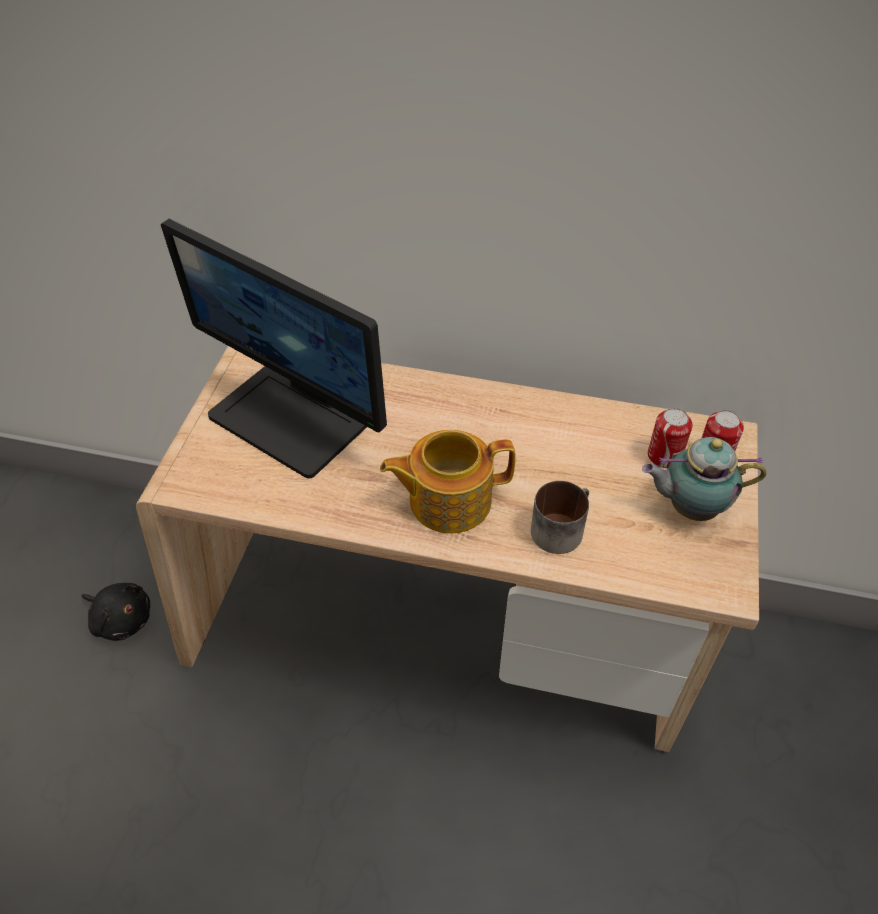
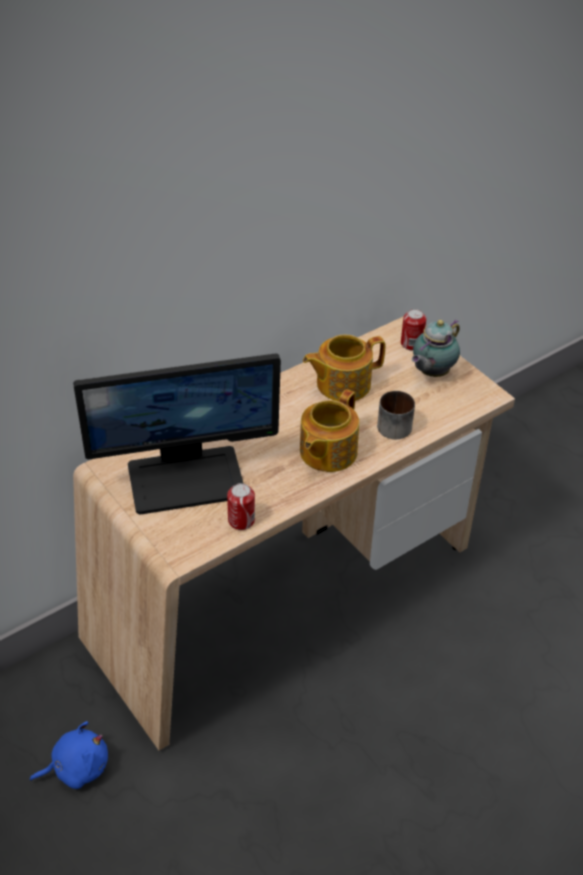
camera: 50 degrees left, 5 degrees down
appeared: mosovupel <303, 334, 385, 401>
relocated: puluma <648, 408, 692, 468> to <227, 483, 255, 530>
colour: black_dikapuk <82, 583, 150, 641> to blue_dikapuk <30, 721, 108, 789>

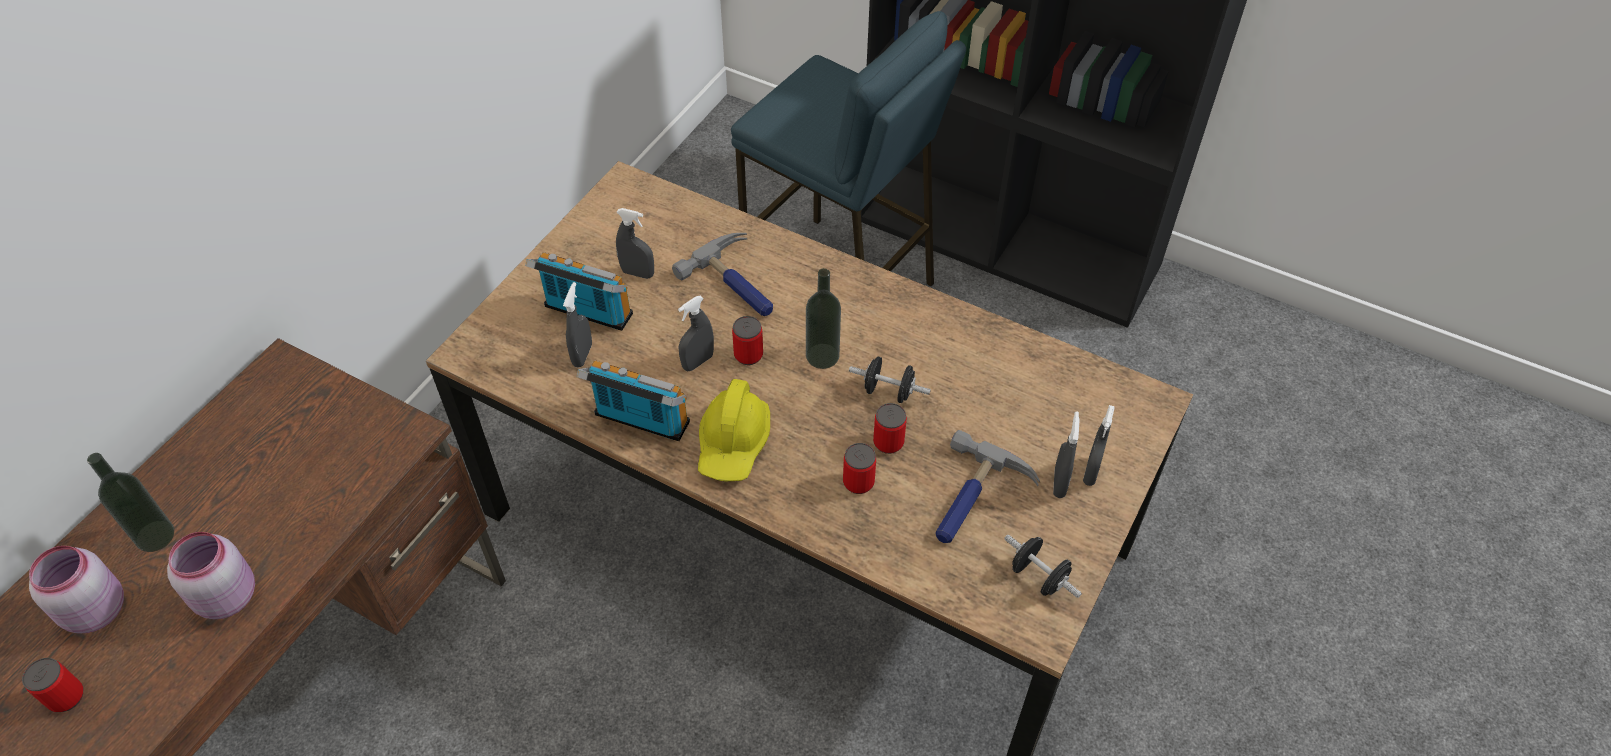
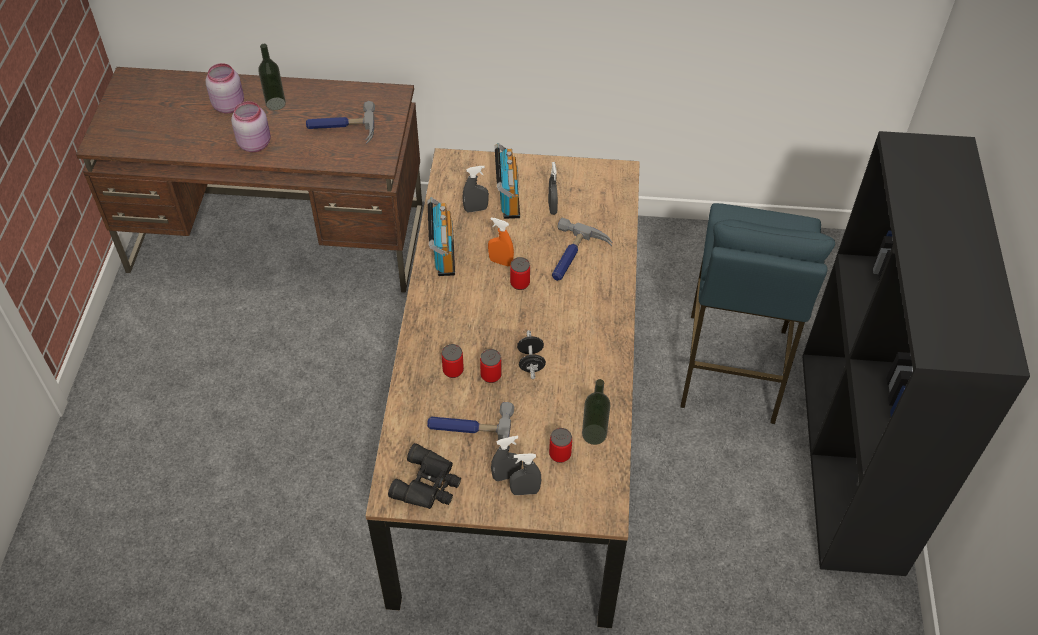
camera: 65 degrees right, 0 degrees up
missing: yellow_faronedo <698, 379, 770, 481>
appeared: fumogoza <306, 101, 375, 144>
relocated: puluma <22, 658, 83, 712> to <549, 428, 572, 463>; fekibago <806, 268, 841, 369> to <582, 379, 611, 445>
exchanged: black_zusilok <1004, 534, 1082, 598> to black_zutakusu <388, 443, 461, 509>
colour: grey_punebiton <678, 296, 714, 371> to orange_punebiton <488, 217, 514, 266>

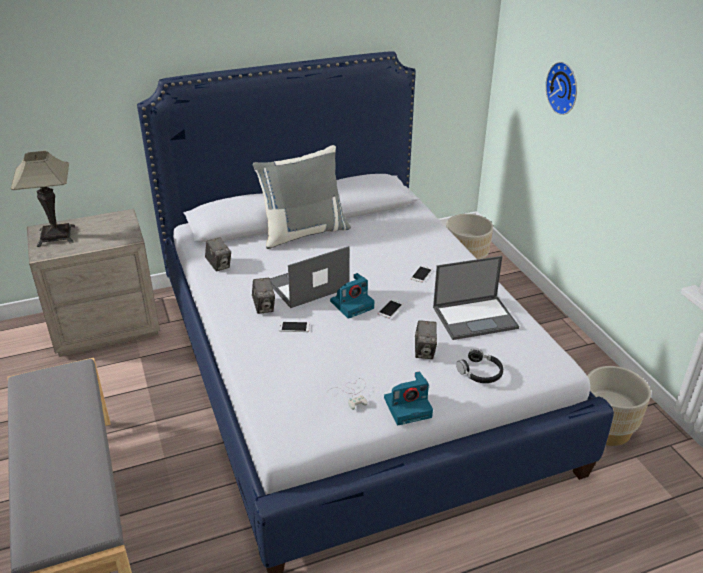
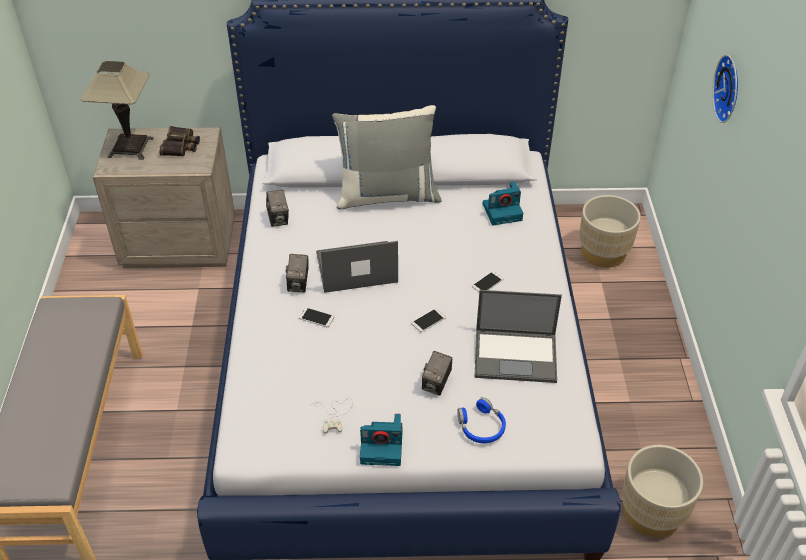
camera: 20 degrees right, 10 degrees up
appeared: zutakusu <159, 126, 200, 156>
relocated: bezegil <330, 273, 375, 319> to <483, 181, 523, 225>
colour: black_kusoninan <456, 348, 503, 383> to blue_kusoninan <457, 397, 506, 443>

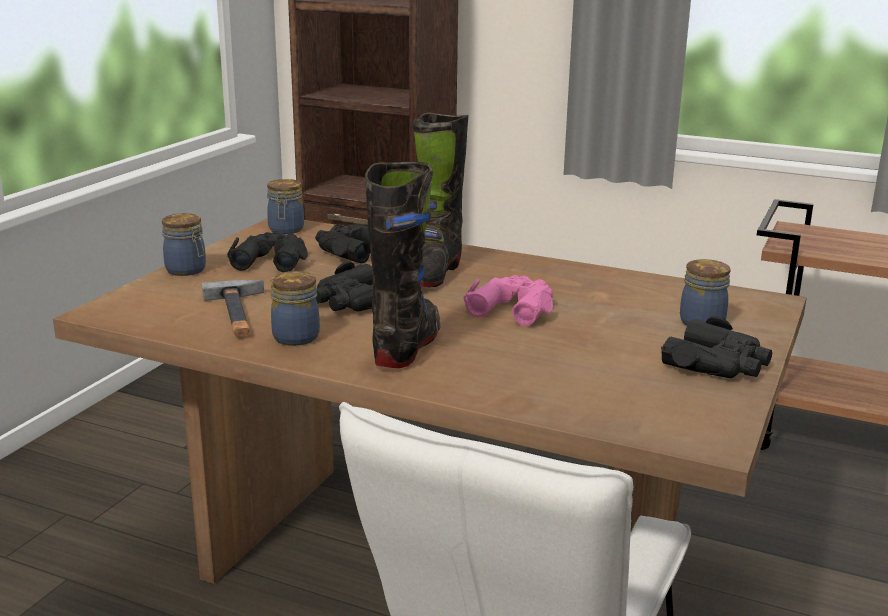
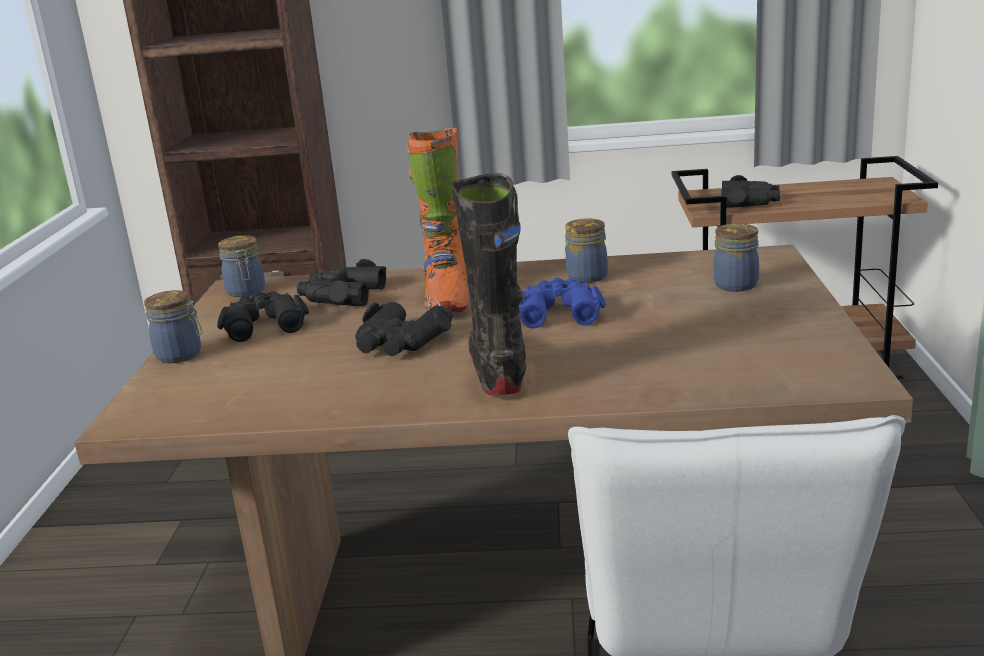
camera: 20 degrees left, 0 degrees up
missing: fumogoza <202, 280, 264, 337>
relocated: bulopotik <271, 271, 320, 346> to <565, 218, 608, 283>; black_zutakusu <661, 316, 773, 378> to <721, 175, 780, 207>
colour: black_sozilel <413, 113, 469, 287> to orange_sozilel <407, 127, 469, 313>; pink_zutakusu <463, 275, 553, 326> to blue_zutakusu <519, 278, 606, 329>

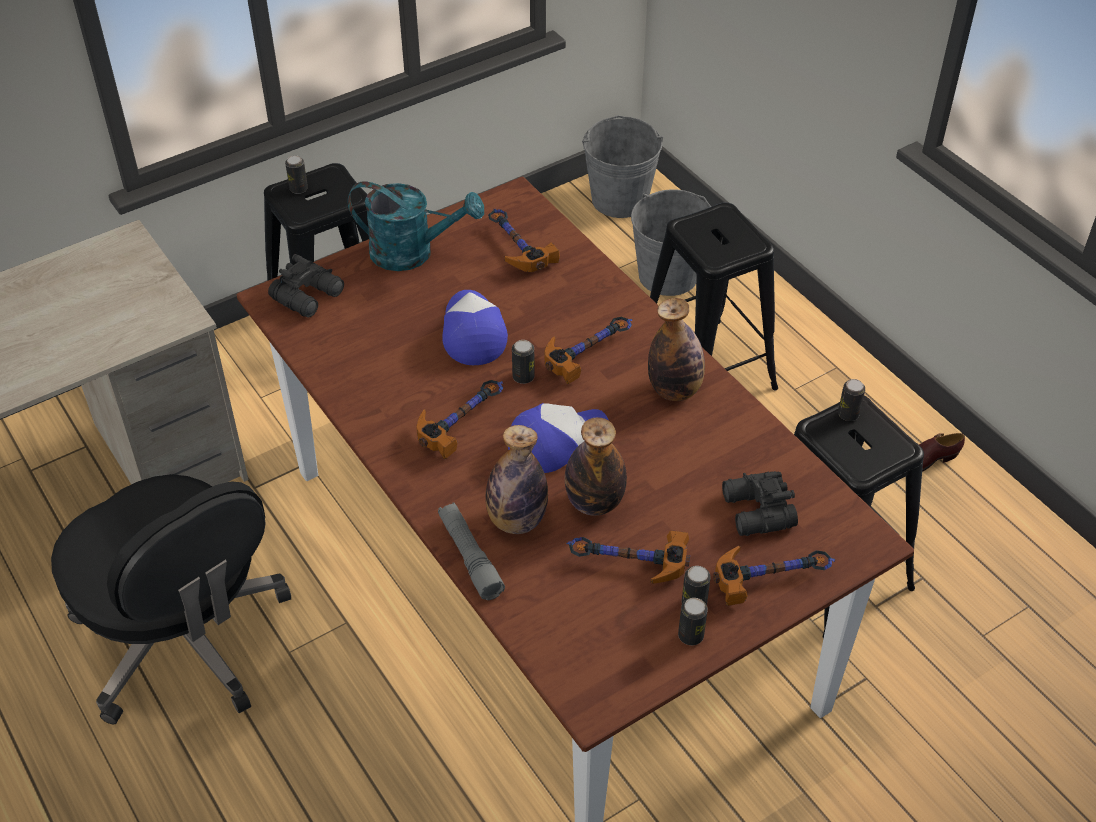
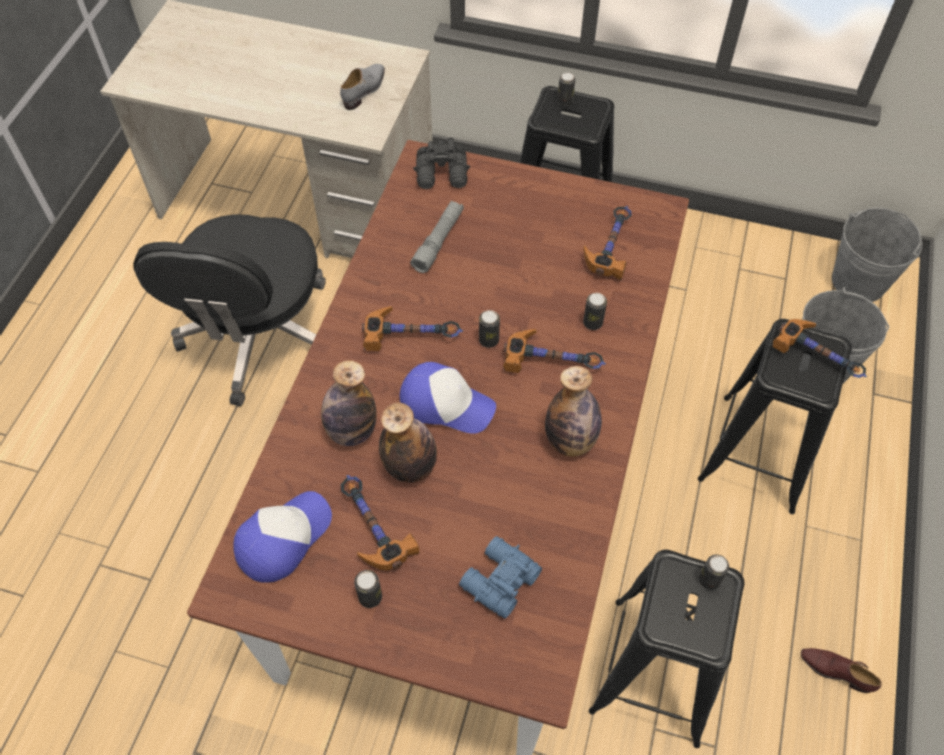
camera: 50 degrees right, 10 degrees up
missing: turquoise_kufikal <347, 181, 484, 271>
appeared: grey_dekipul <340, 64, 385, 110>
relocated: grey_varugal <438, 502, 505, 600> to <410, 201, 464, 273>; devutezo <442, 290, 508, 365> to <234, 491, 332, 583>; puluma <678, 598, 708, 645> to <583, 293, 607, 330>; fumogoza <713, 546, 835, 606> to <772, 319, 867, 378>
colour: black_zutakusu <722, 471, 798, 536> to blue_zutakusu <459, 536, 542, 619>

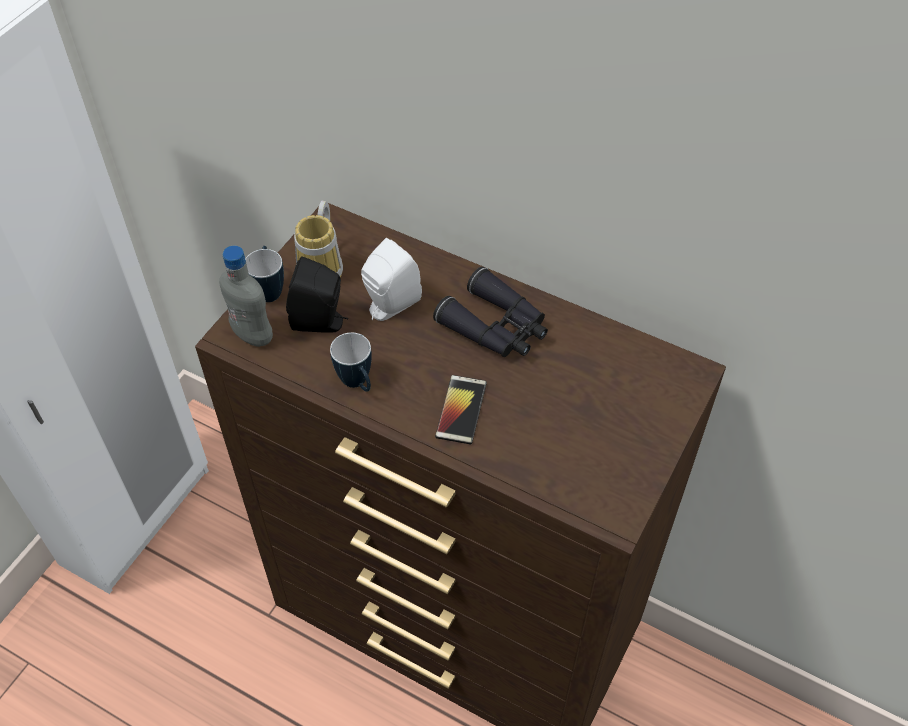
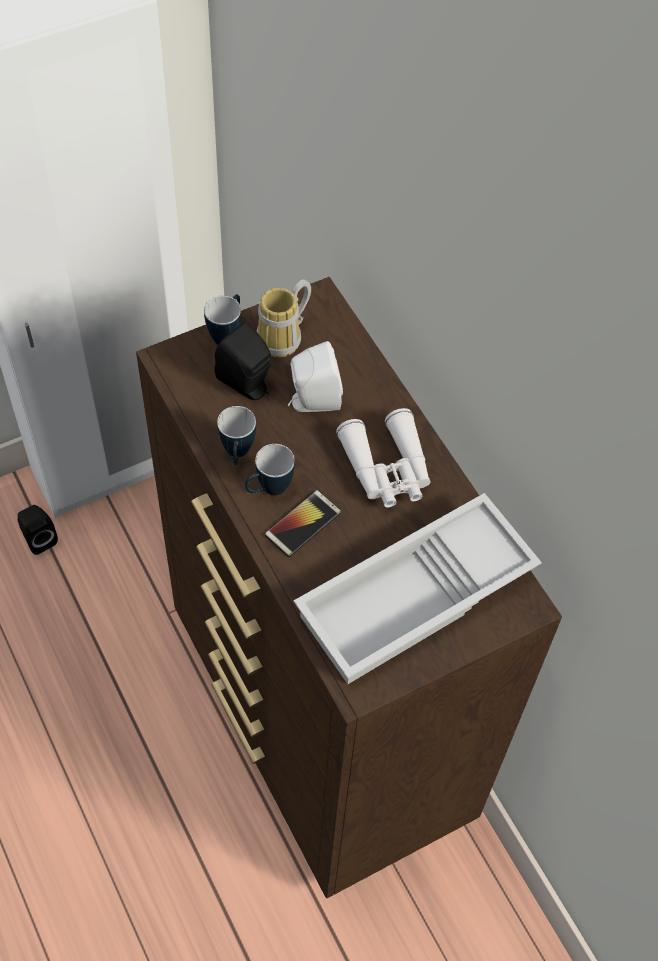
camera: 30 degrees right, 5 degrees up
missing: grey_fekibago <219, 246, 273, 347>
appeared: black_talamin <18, 505, 58, 555>; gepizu <245, 444, 295, 495>; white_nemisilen <294, 493, 542, 684>
colour: black_zutakusu <433, 267, 548, 357> to white_zutakusu <336, 408, 431, 507>

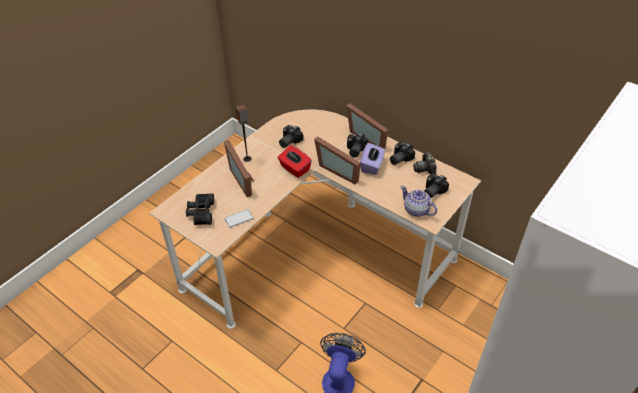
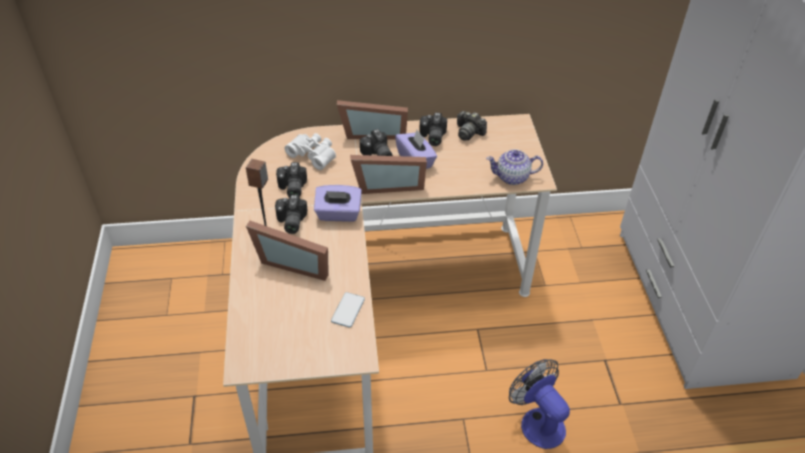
camera: 45 degrees left, 0 degrees up
missing: black_zutakusu <186, 193, 214, 225>
appeared: white_zutakusu <285, 133, 336, 170>
relocated: bezegil <424, 173, 449, 198> to <275, 195, 307, 234>
colour: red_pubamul <278, 145, 312, 178> to purple_pubamul <314, 185, 362, 222>

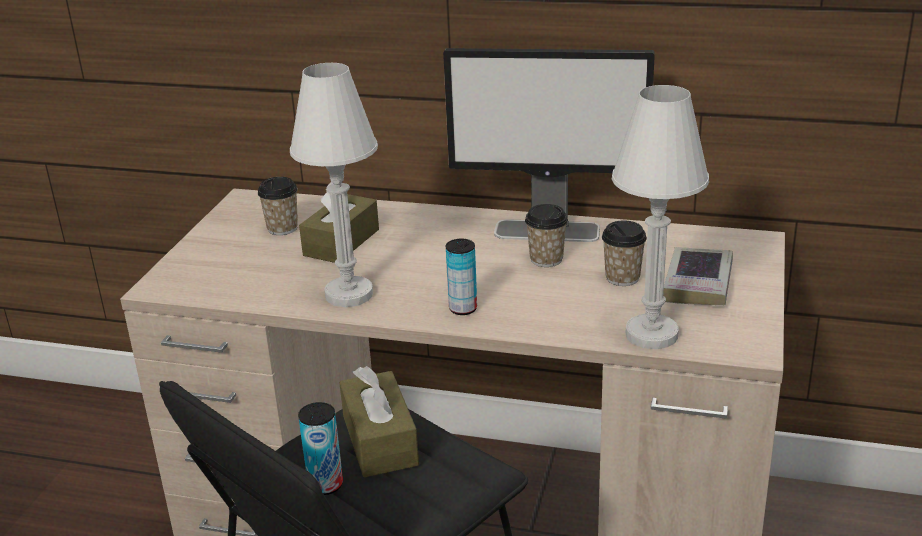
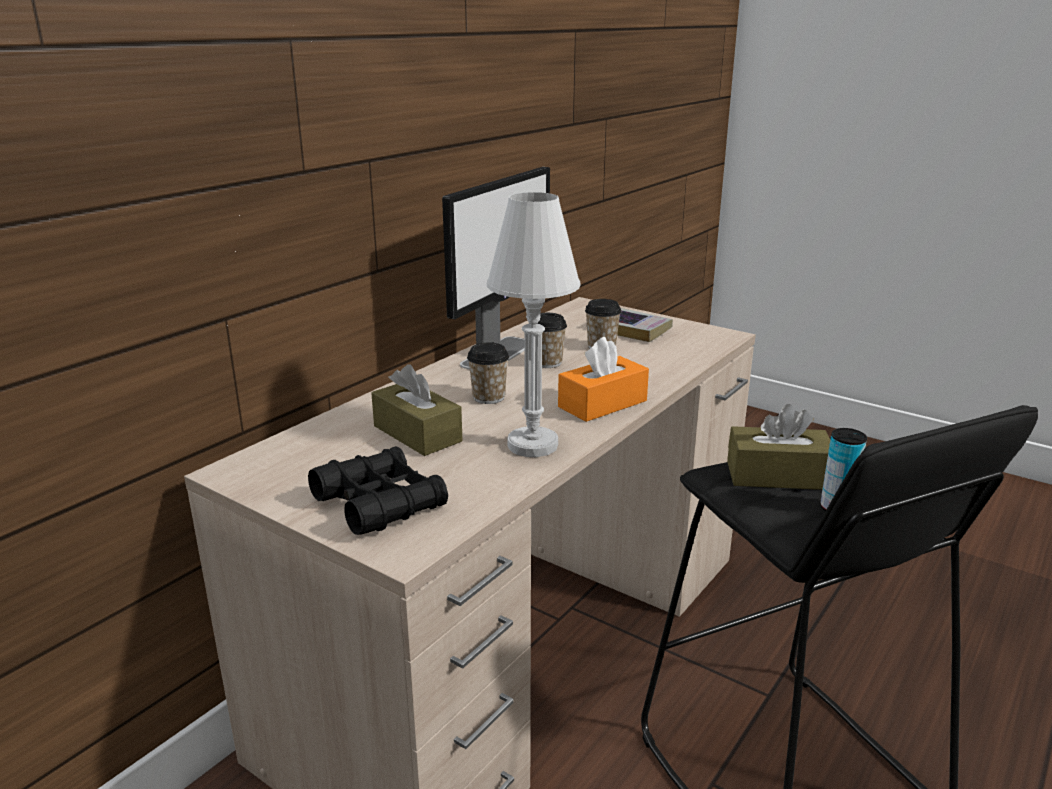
camera: 70 degrees left, 5 degrees down
missing: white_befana <612, 85, 709, 349>
appeared: black_zutakusu <308, 446, 448, 535>
relocated: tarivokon <258, 177, 298, 235> to <467, 343, 509, 404>
exchanged: puluma <446, 239, 477, 315> to orange_pubamul <558, 337, 649, 422>

